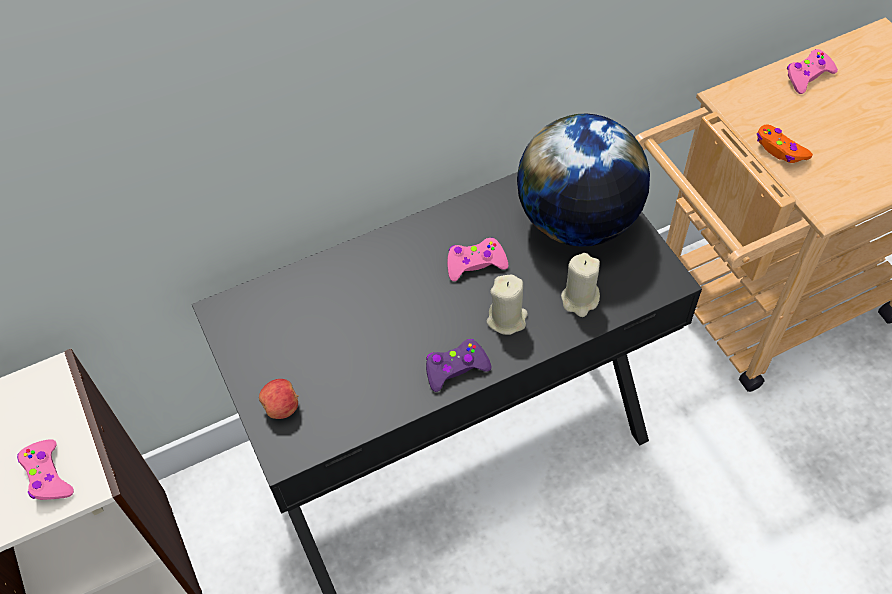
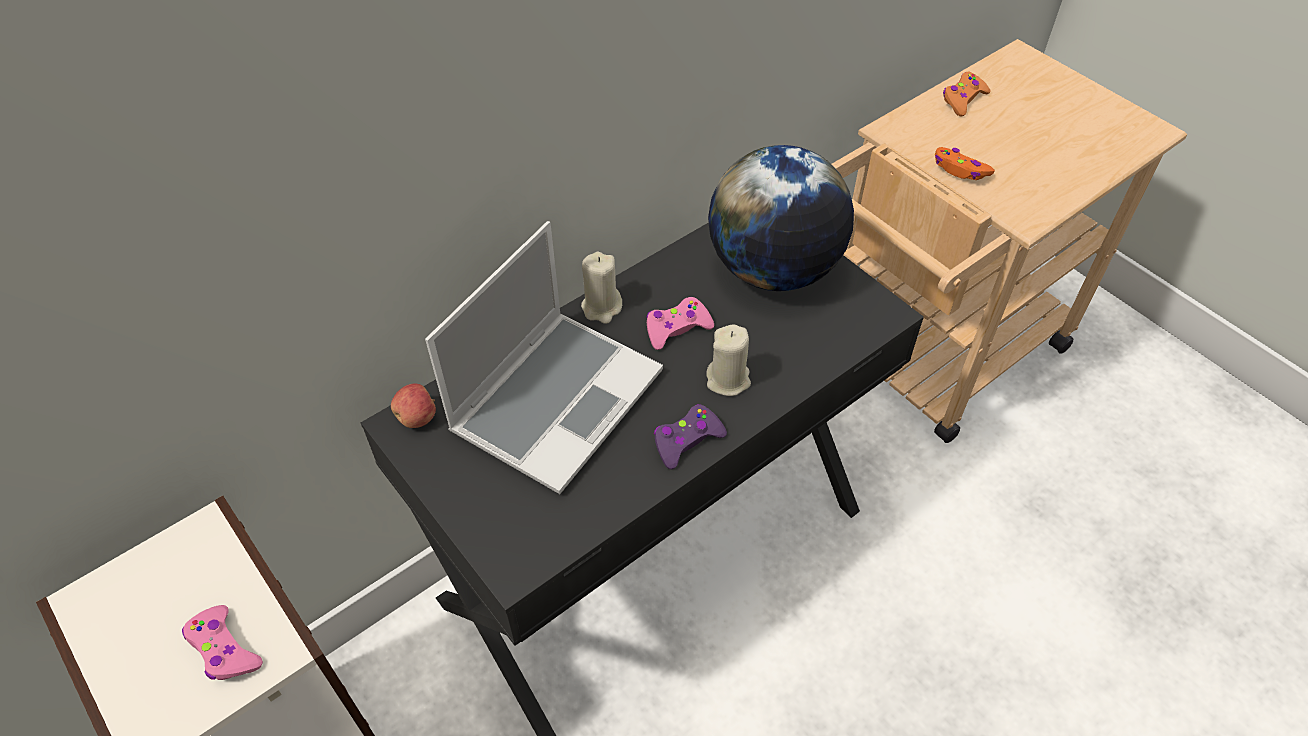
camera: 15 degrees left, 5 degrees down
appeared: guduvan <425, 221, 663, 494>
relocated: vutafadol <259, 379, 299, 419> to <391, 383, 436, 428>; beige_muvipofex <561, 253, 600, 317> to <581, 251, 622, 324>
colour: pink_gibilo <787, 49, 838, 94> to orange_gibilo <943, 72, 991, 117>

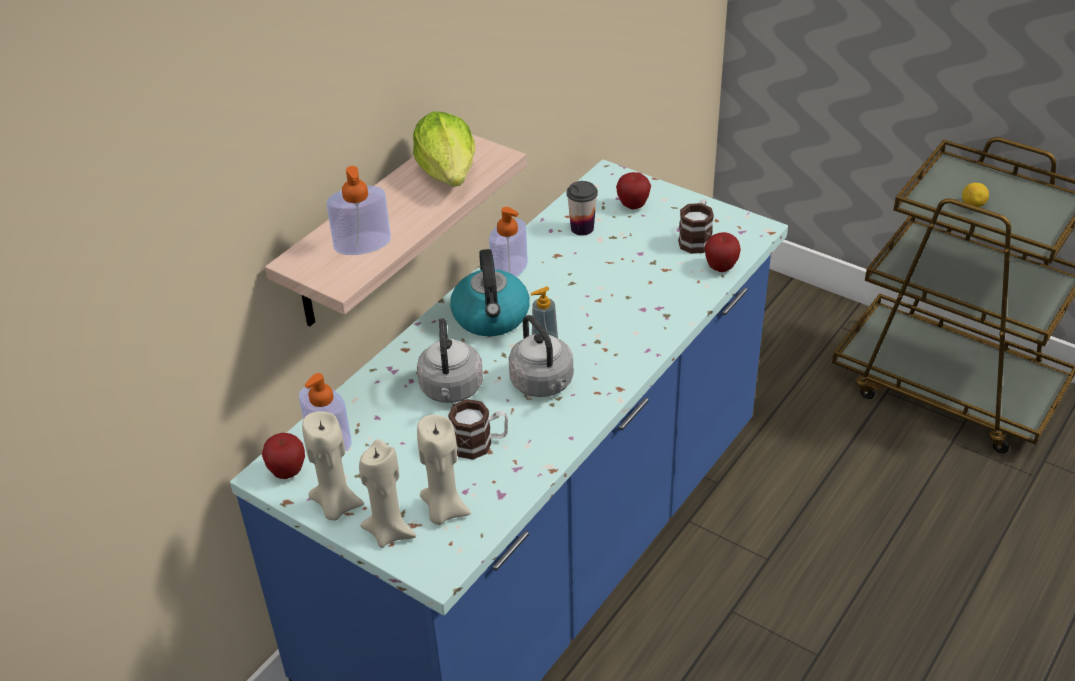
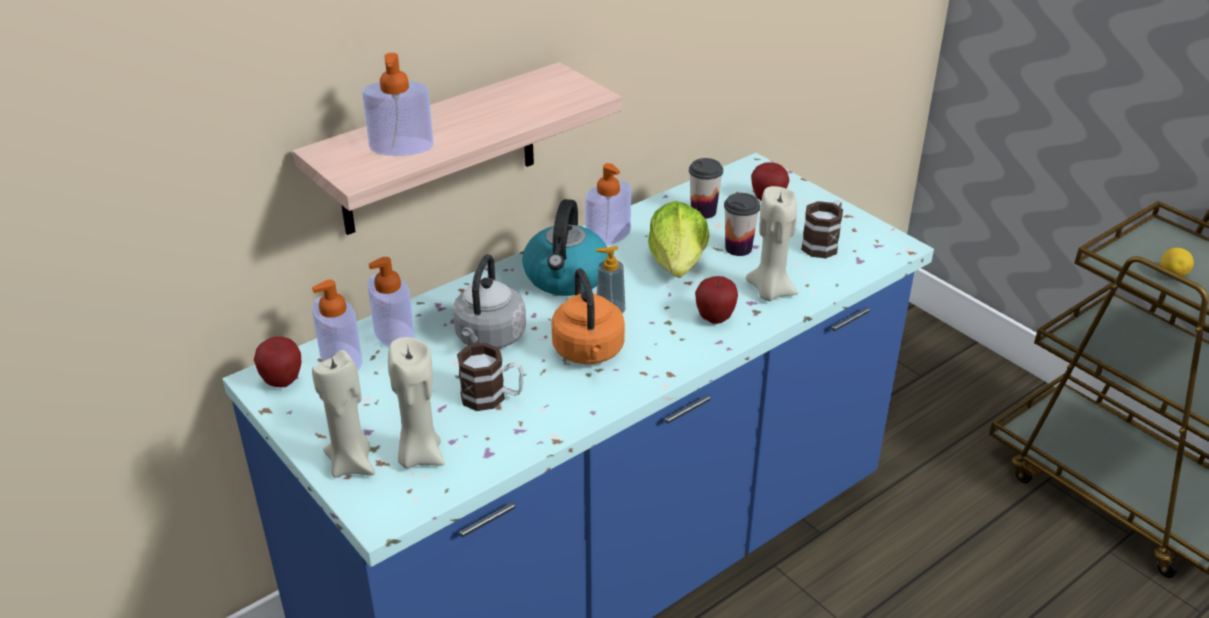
camera: 15 degrees right, 5 degrees down
appeared: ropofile <368, 257, 415, 347>; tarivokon <724, 193, 760, 256>
relocated: beige_muvipofex <302, 411, 364, 521> to <746, 186, 798, 301>; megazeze <413, 111, 475, 187> to <648, 201, 709, 277>; vutafadol <705, 232, 741, 272> to <695, 276, 738, 324>
colour: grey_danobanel <509, 315, 573, 397> to orange_danobanel <551, 268, 625, 364>

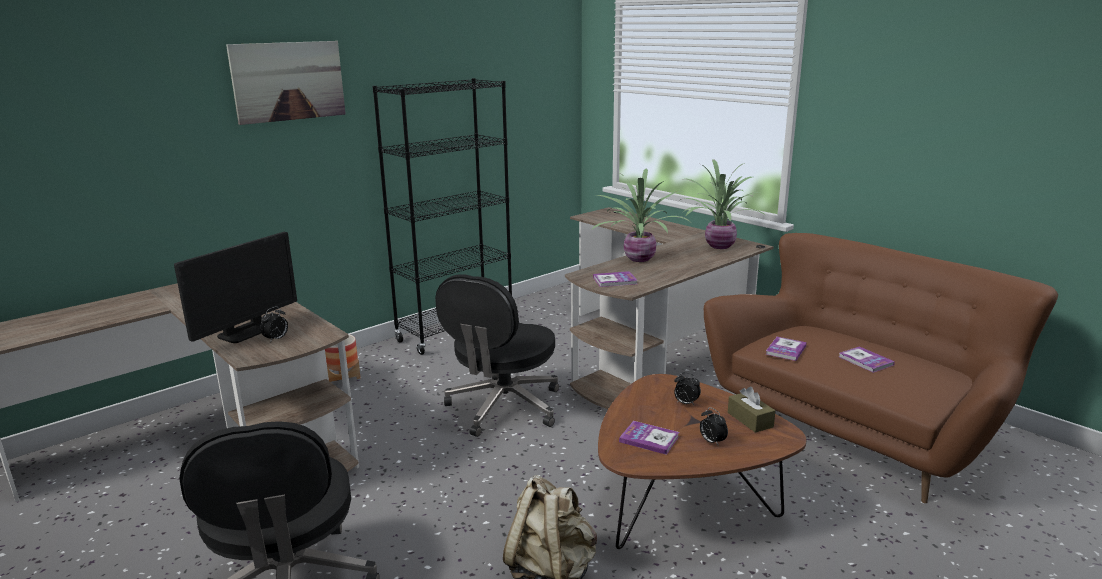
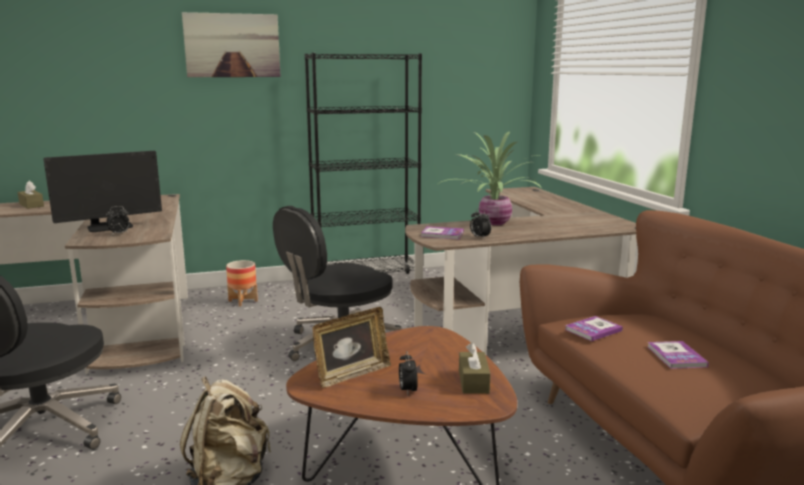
camera: 25 degrees right, 5 degrees down
missing: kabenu <680, 159, 767, 249>
appeared: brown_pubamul <18, 181, 44, 209>
relocated: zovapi <674, 373, 701, 405> to <470, 209, 491, 238>
exchanged: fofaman <619, 421, 679, 455> to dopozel <312, 307, 391, 388>

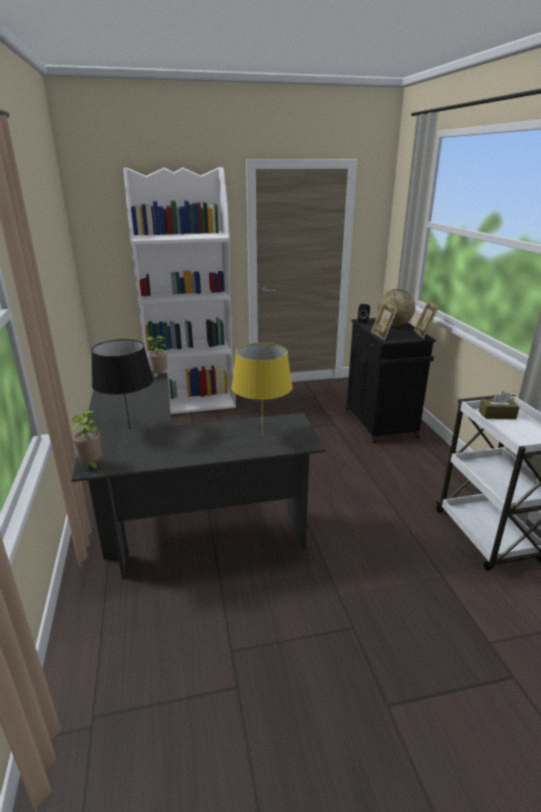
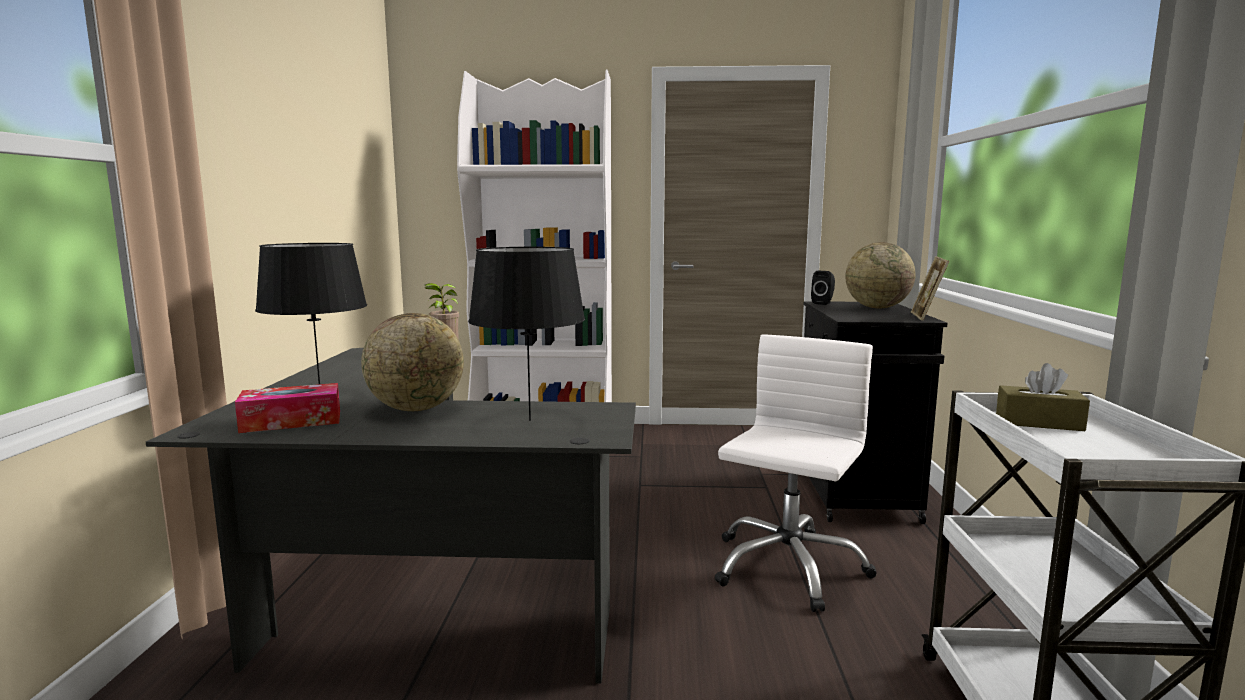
camera: 15 degrees right, 15 degrees down
missing: kabenu <71, 410, 102, 471>; dopozel <371, 301, 398, 340>
appeared: pubamul <235, 383, 340, 433>; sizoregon <361, 313, 464, 411>; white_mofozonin <714, 335, 877, 612>
colour: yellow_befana <231, 343, 293, 435> to black_befana <468, 247, 585, 421>

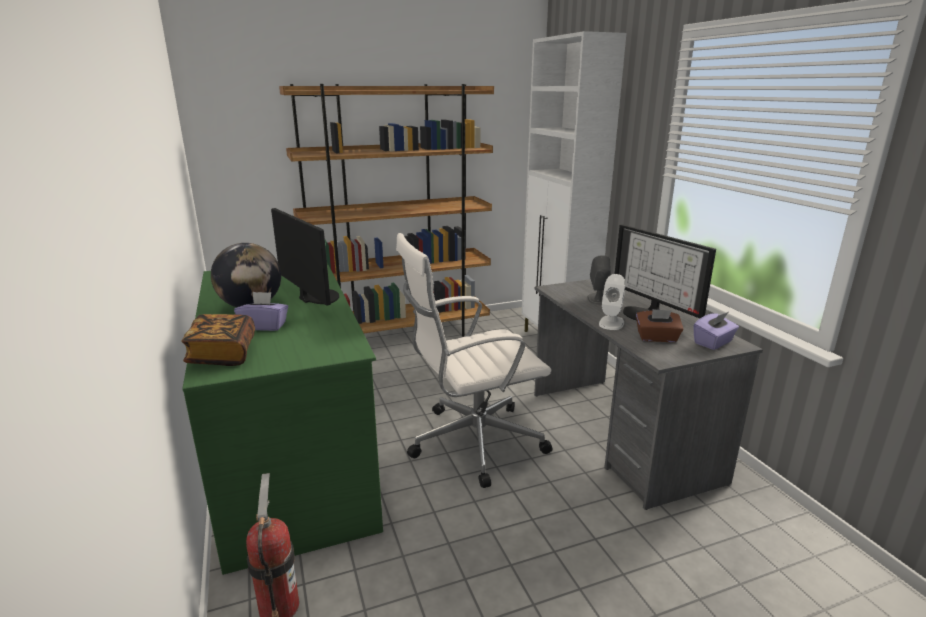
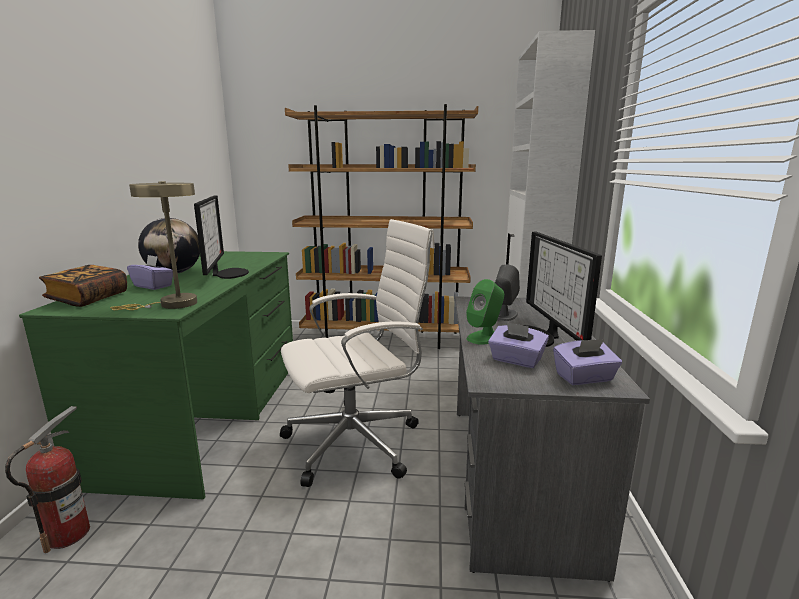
camera: 25 degrees right, 5 degrees down
appeared: beige_befana <110, 181, 197, 310>
colour: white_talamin <599, 274, 625, 330> to green_talamin <466, 279, 504, 345>; brown_pubamul <636, 309, 684, 342> to purple_pubamul <488, 322, 549, 368>
spun: white_mofozonin <396, 233, 553, 488> = <280, 219, 435, 487> 150 degrees clockwise

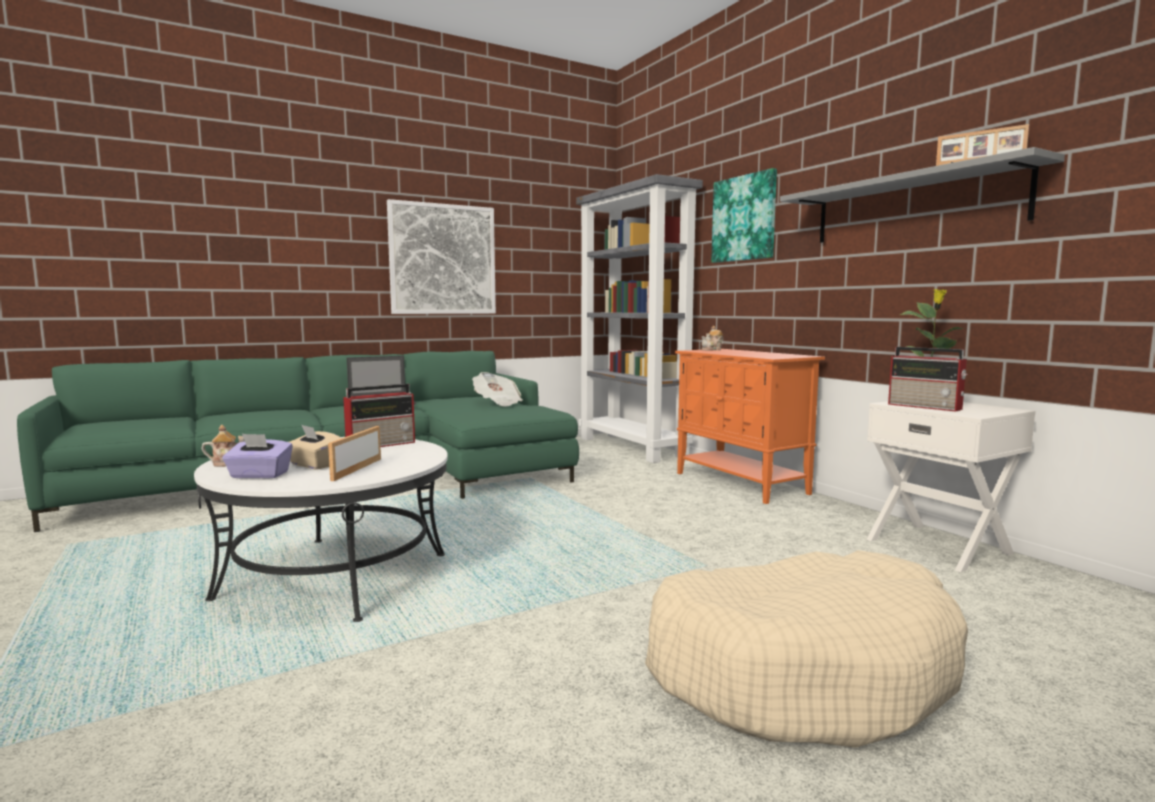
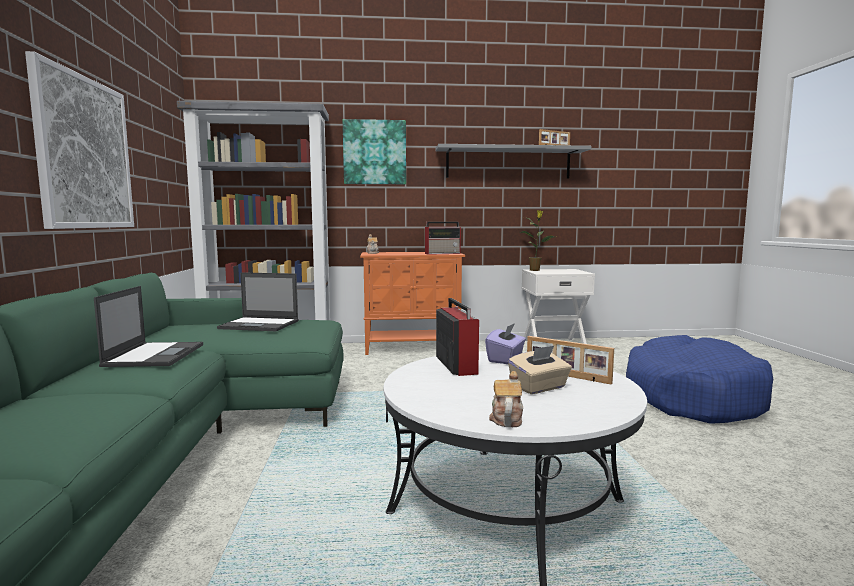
camera: 65 degrees left, 0 degrees up
relocated: purple_pubamul <222, 434, 293, 479> to <485, 323, 526, 364>; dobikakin <888, 347, 969, 412> to <425, 222, 461, 255>
exchanged: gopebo <472, 372, 523, 407> to guduvan <217, 272, 299, 331>
colour: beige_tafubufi <645, 550, 968, 748> to blue_tafubufi <626, 335, 773, 424>

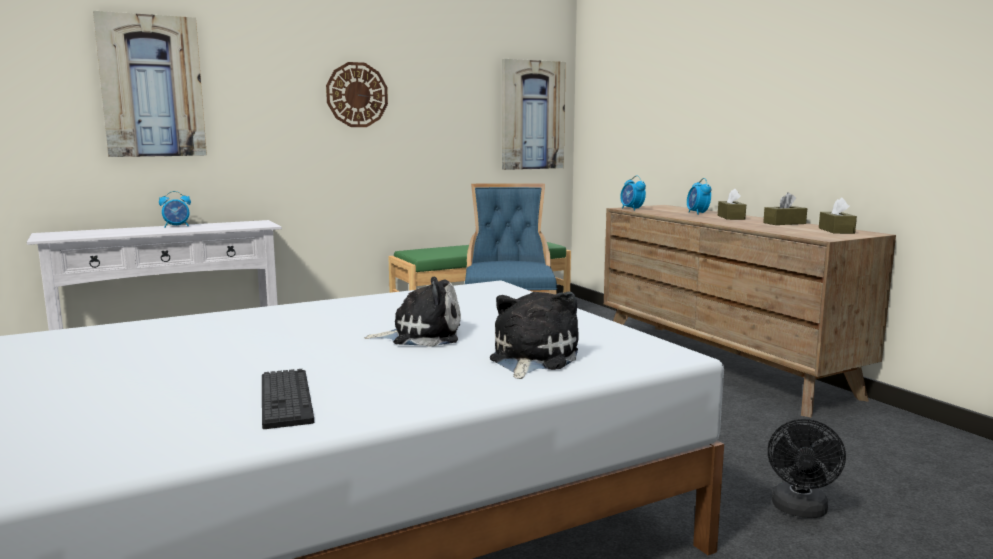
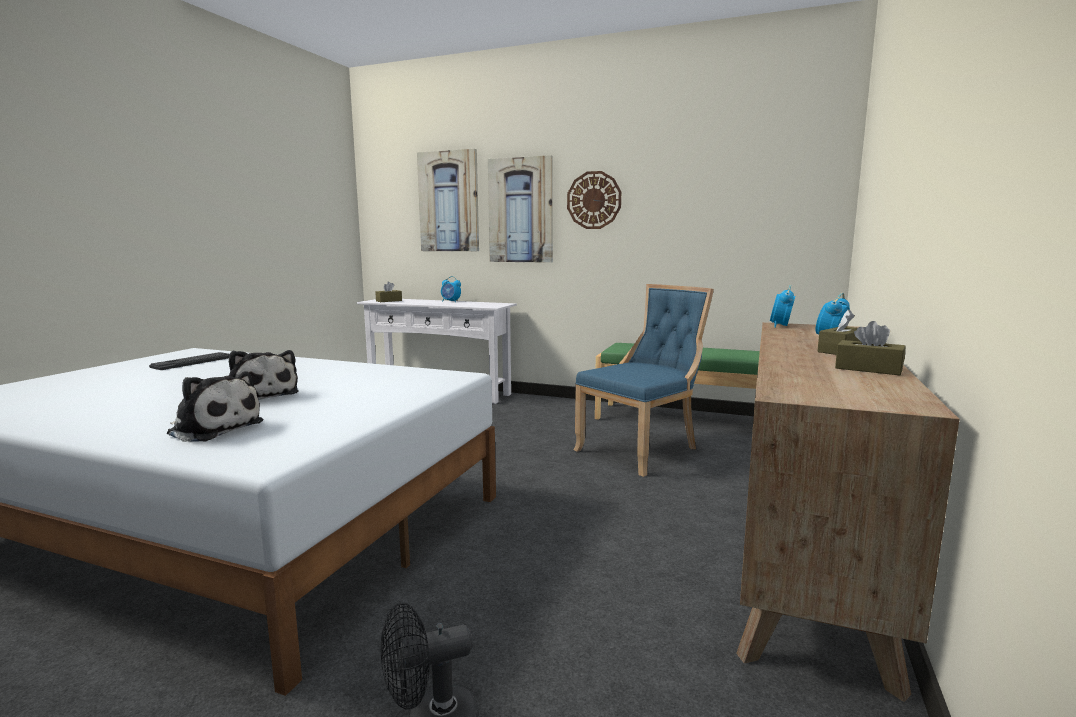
camera: 50 degrees right, 0 degrees up
relocated: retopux <262, 369, 314, 429> to <149, 352, 230, 370>; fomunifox <502, 59, 566, 170> to <488, 155, 553, 263>; brown_pubamul <819, 197, 857, 234> to <375, 281, 402, 302>
spun: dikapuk <490, 291, 578, 379> = <167, 371, 264, 442> 45 degrees clockwise

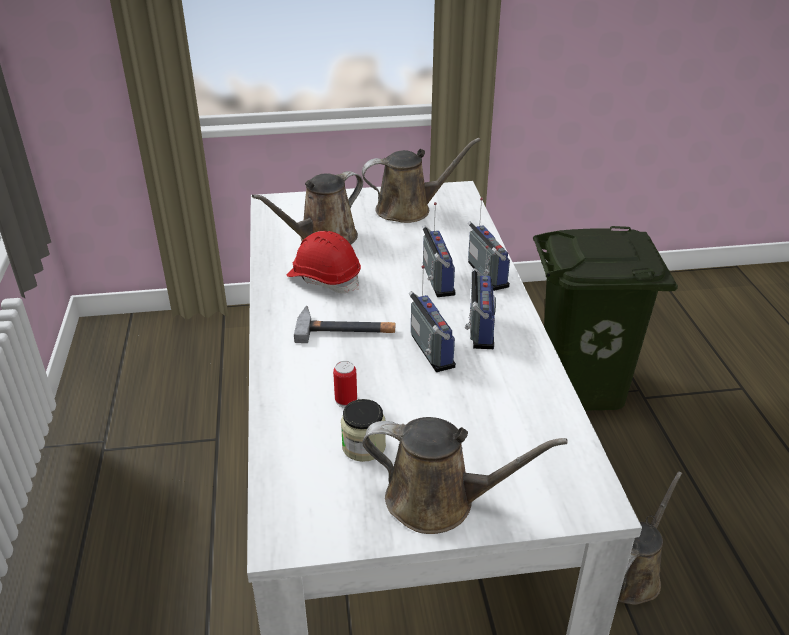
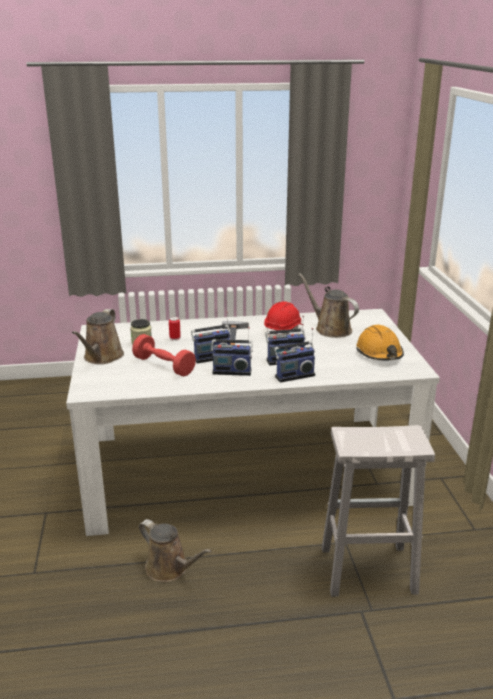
camera: 90 degrees right, 10 degrees down
appeared: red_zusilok <132, 334, 196, 377>
exchanged: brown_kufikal <362, 138, 480, 223> to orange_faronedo <356, 325, 404, 360>; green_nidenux <533, 226, 678, 411> to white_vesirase <322, 425, 435, 597>

